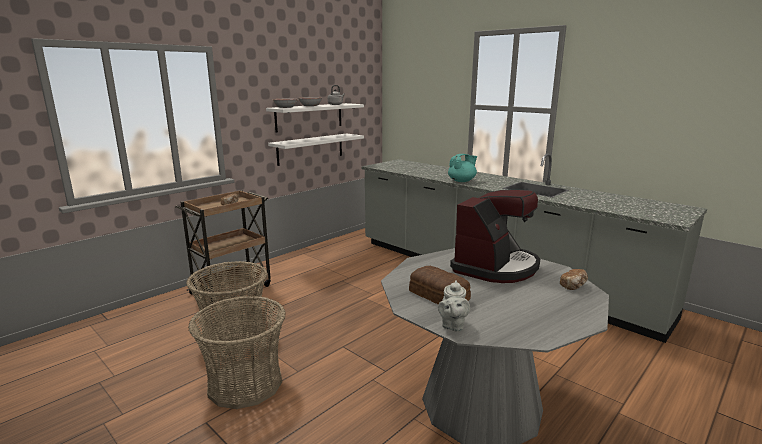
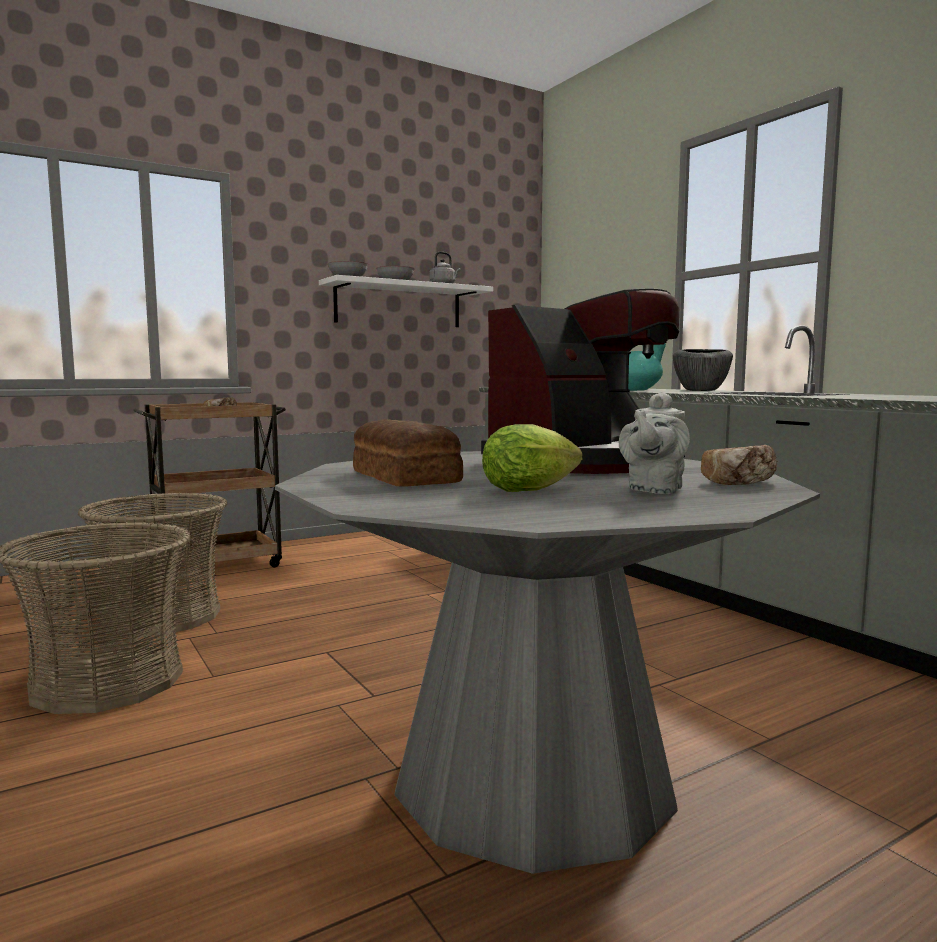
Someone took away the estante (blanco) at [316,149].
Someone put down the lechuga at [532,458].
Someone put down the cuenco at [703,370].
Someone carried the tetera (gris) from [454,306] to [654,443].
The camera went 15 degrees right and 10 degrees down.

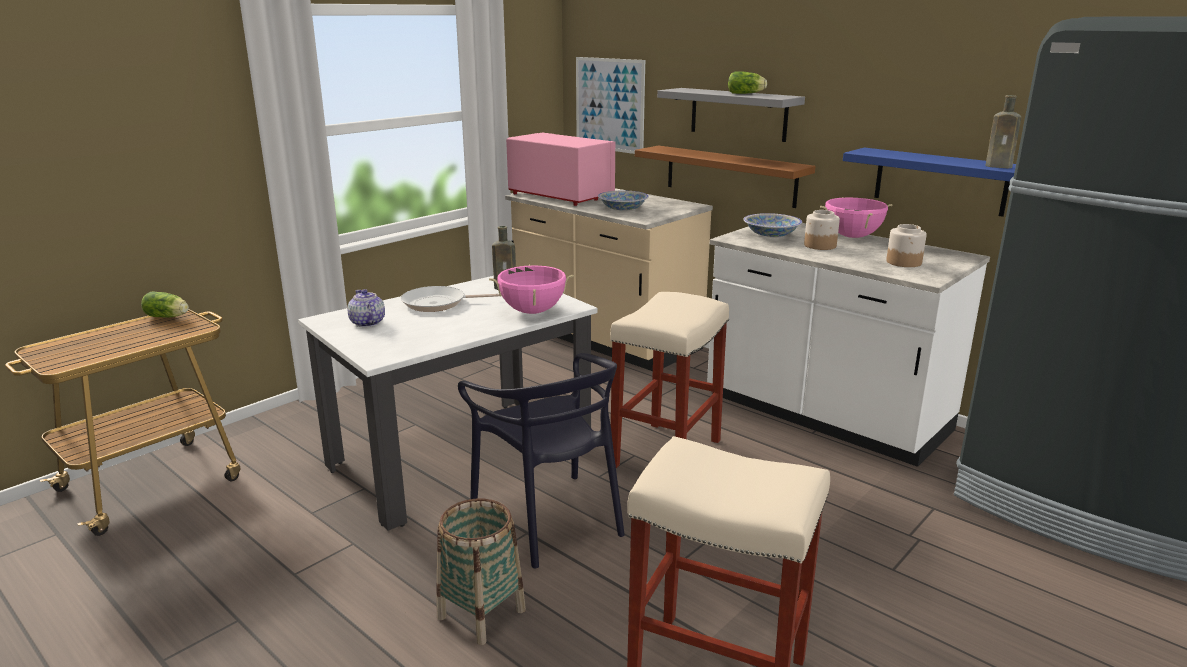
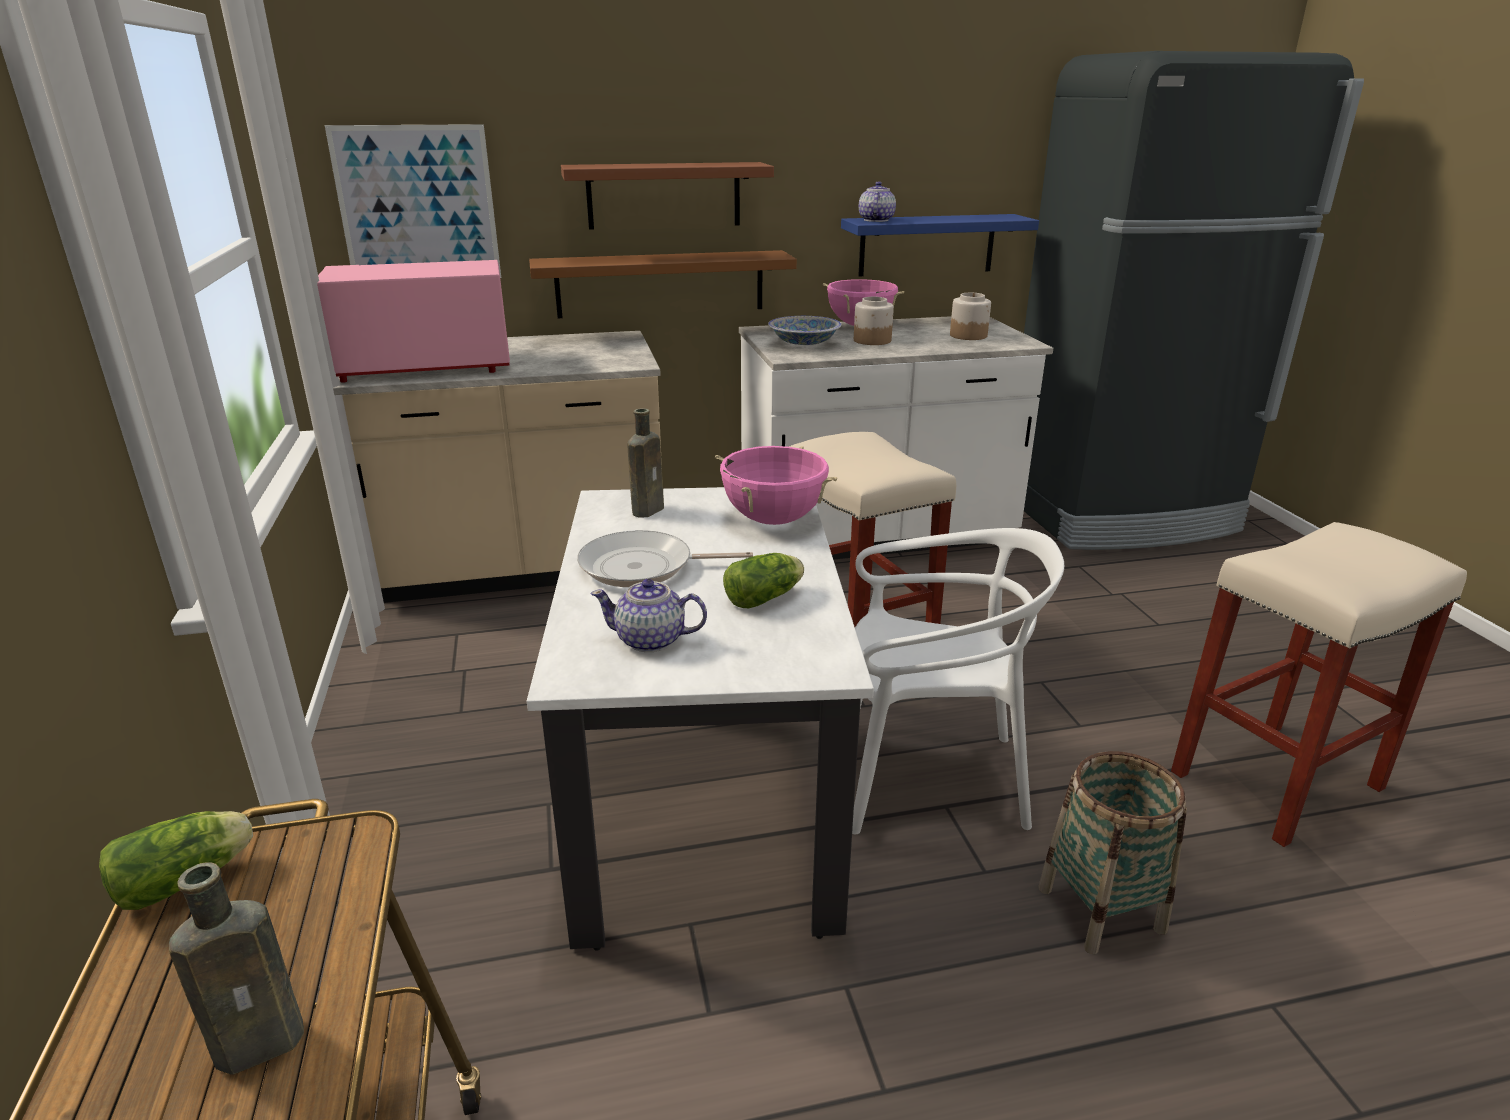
Someone took away the cuenco at [623,200].
Someone put down the tetera at [877,201].
Someone carried the lechuga from [747,82] to [763,580].
Someone carried the botella (marrón) from [1003,131] to [236,968].
Someone repainted the silla (negro) at [541,460], which became the silla (blanco) at [958,681].
Someone repainted the estante (gris) at [731,115], which became the estante (marrón) at [667,196].
Someone rotated the sartén at [450,299] by 60 degrees clockwise.
The camera went 55 degrees left and 5 degrees up.

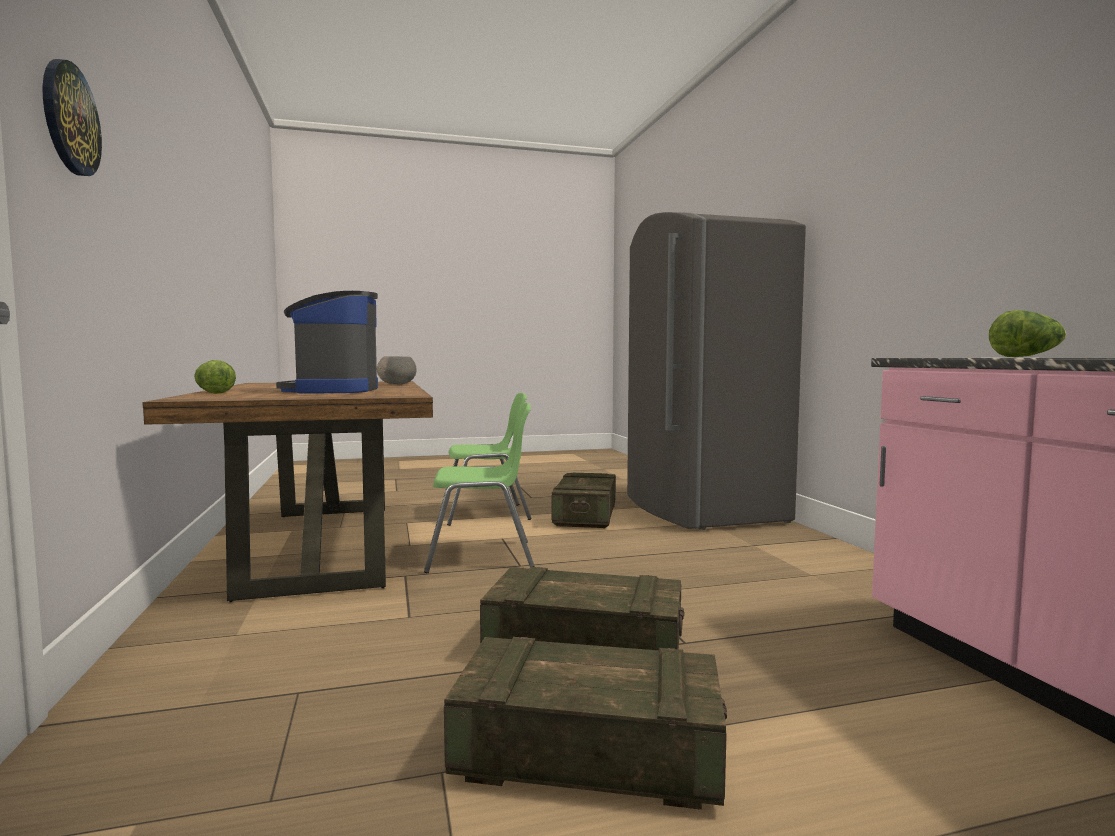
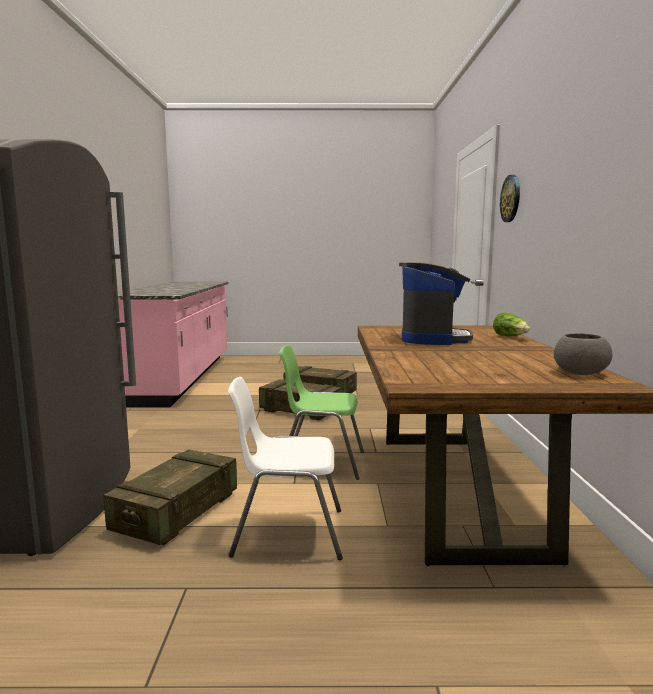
Someone took away the lechuga at [1027,333].
Someone carried the cuenco (gris) from [397,370] to [583,354].
Someone repainted the silla (verde) at [489,459], which became the silla (blanco) at [285,468].
The camera went 165 degrees left and 5 degrees up.

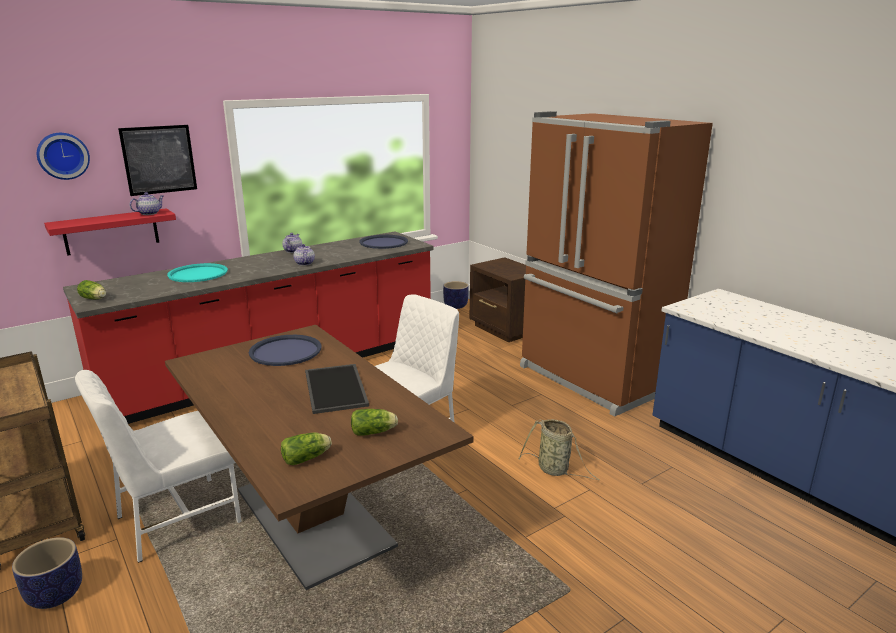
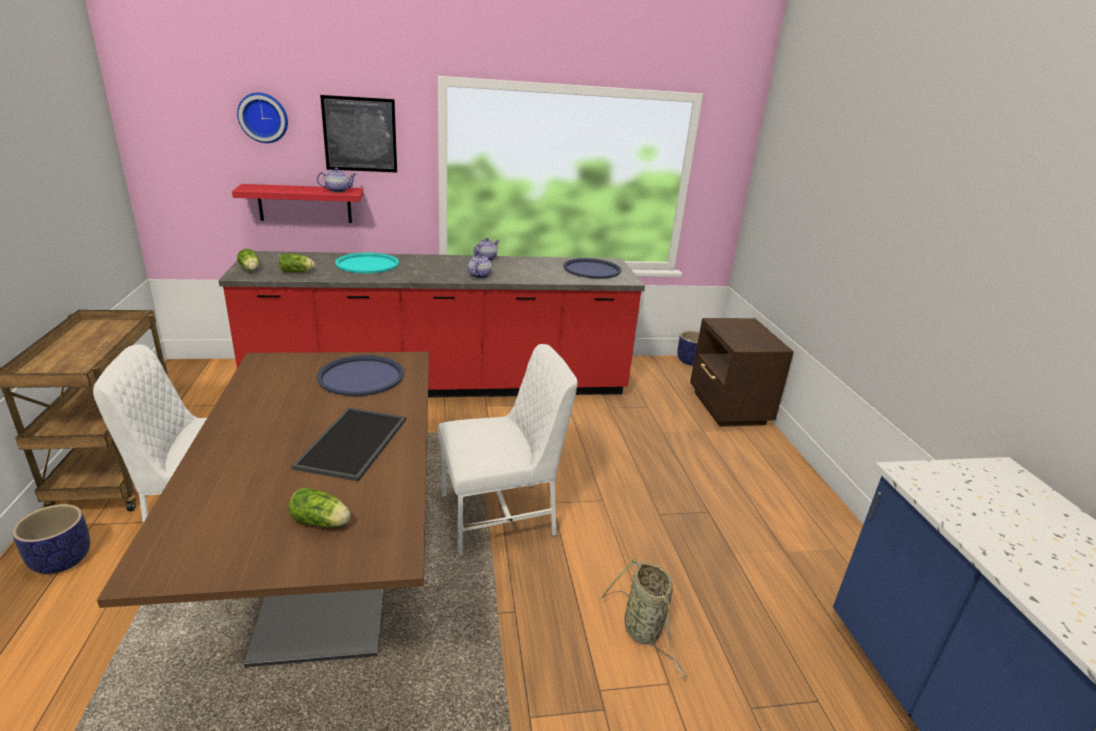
Someone took away the nevera (marrón) at [616,263].
Someone carried the lechuga from [306,449] to [297,263].
The camera went 25 degrees right and 5 degrees up.

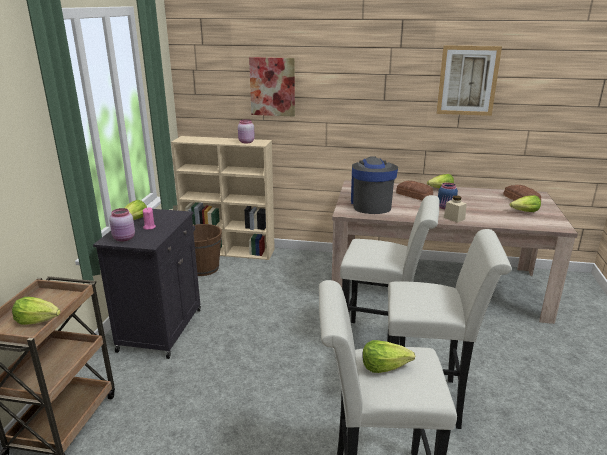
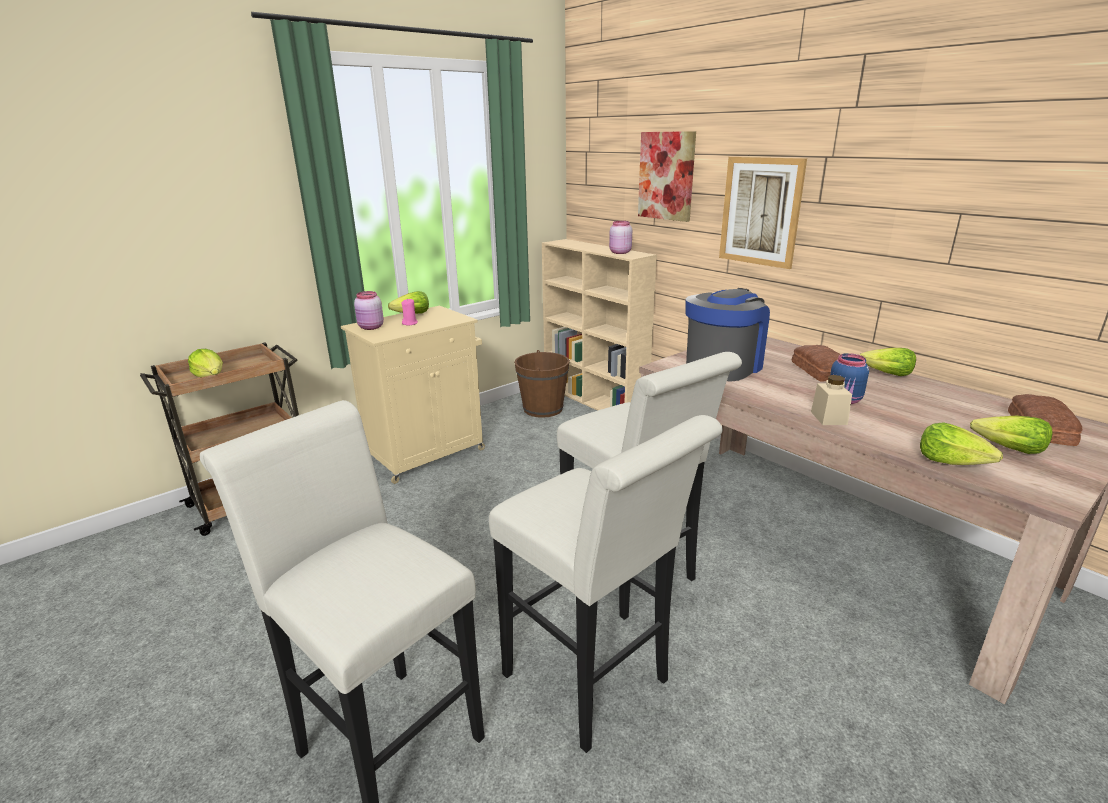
Someone carried the lechuga from [388,356] to [961,443].
Someone carried the cuadro from [469,80] to [763,213].
Someone repainted the armario (negro) at [147,284], which became the armario (beis) at [413,395].
The camera went 40 degrees right and 0 degrees up.

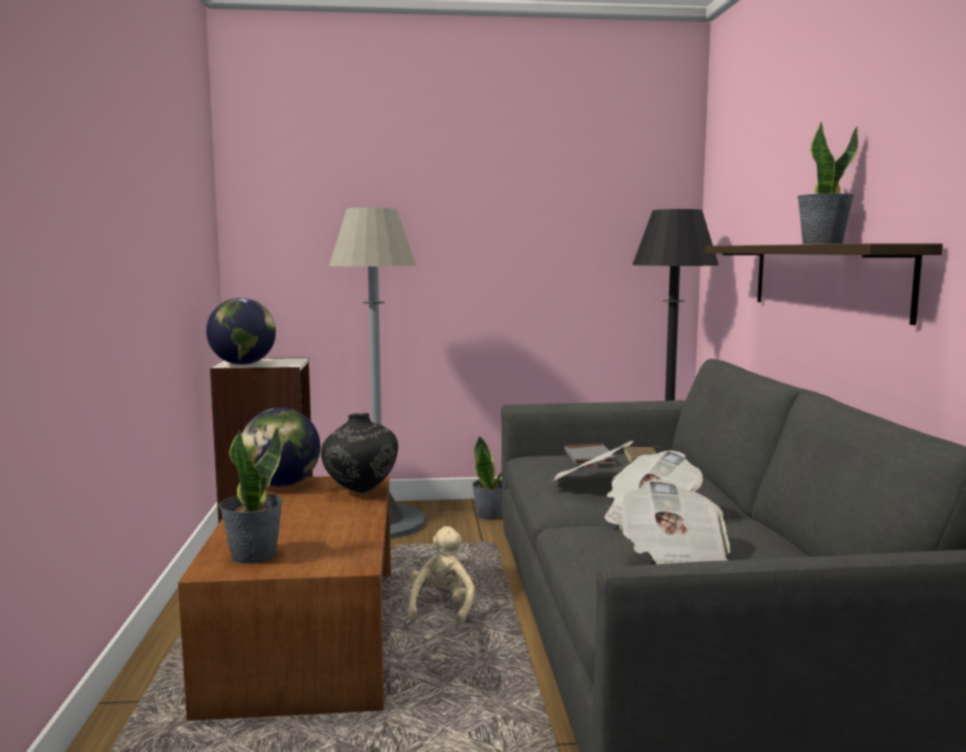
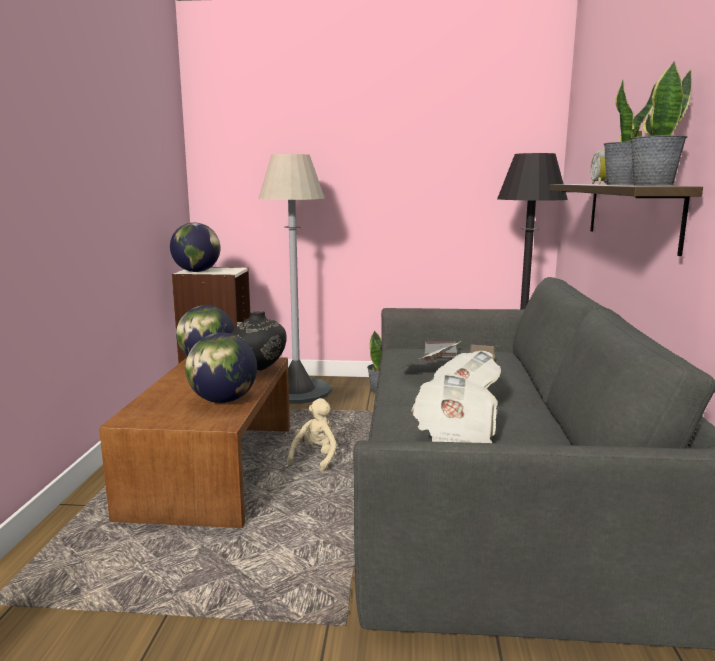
Someone put down the globo terráqueo at [221,368].
Someone put down the despertador at [598,167].
Someone carried the planta en maceta from [251,495] to [661,123].
The camera went 10 degrees right and 5 degrees up.

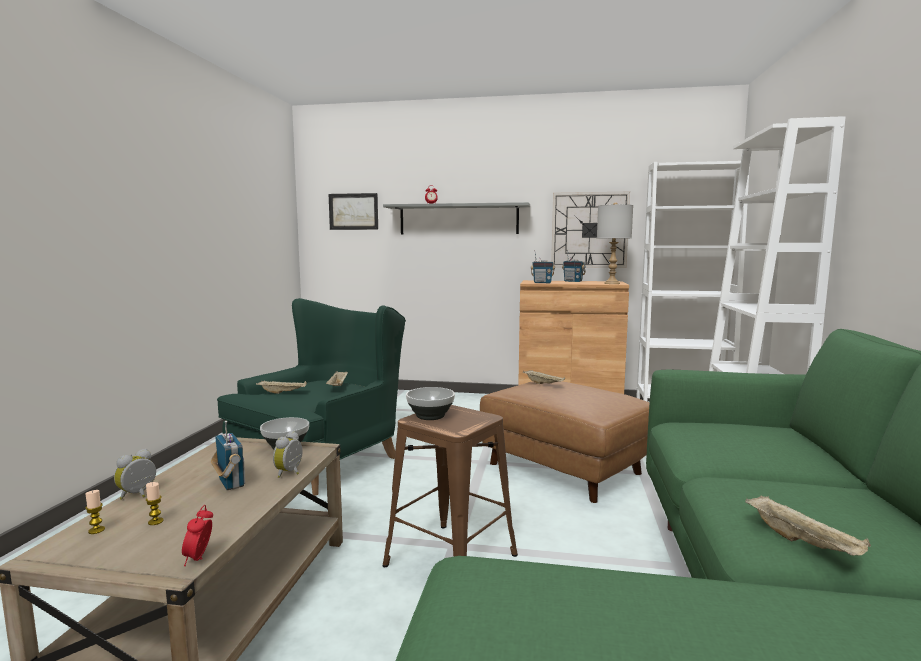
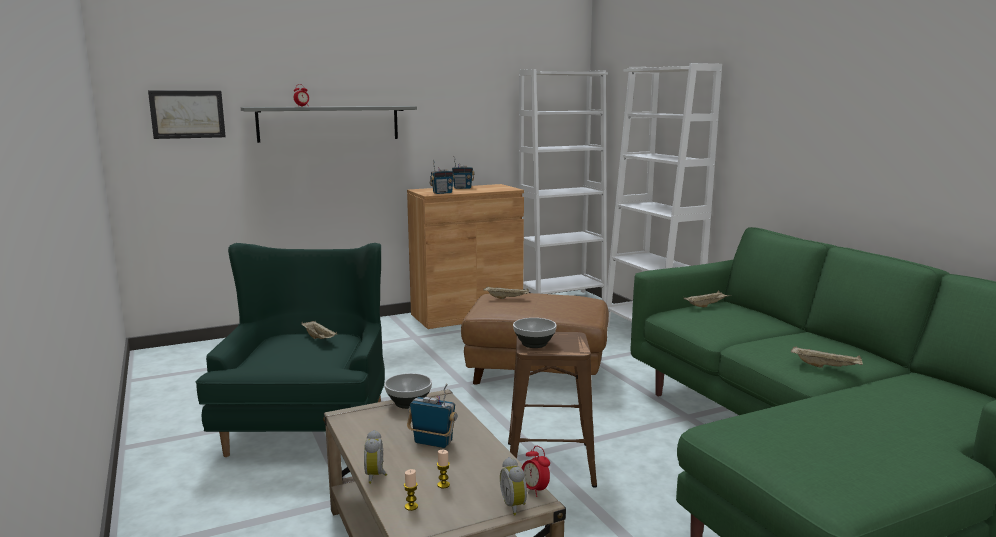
Someone took away the reloj de pared at [590,230].
Someone took away the lámpara de mesa (gris) at [615,243].
Someone carried the bandeja (beis) from [281,387] to [707,299].
Someone carried the despertador from [288,454] to [513,486].
The camera went 35 degrees left and 5 degrees up.

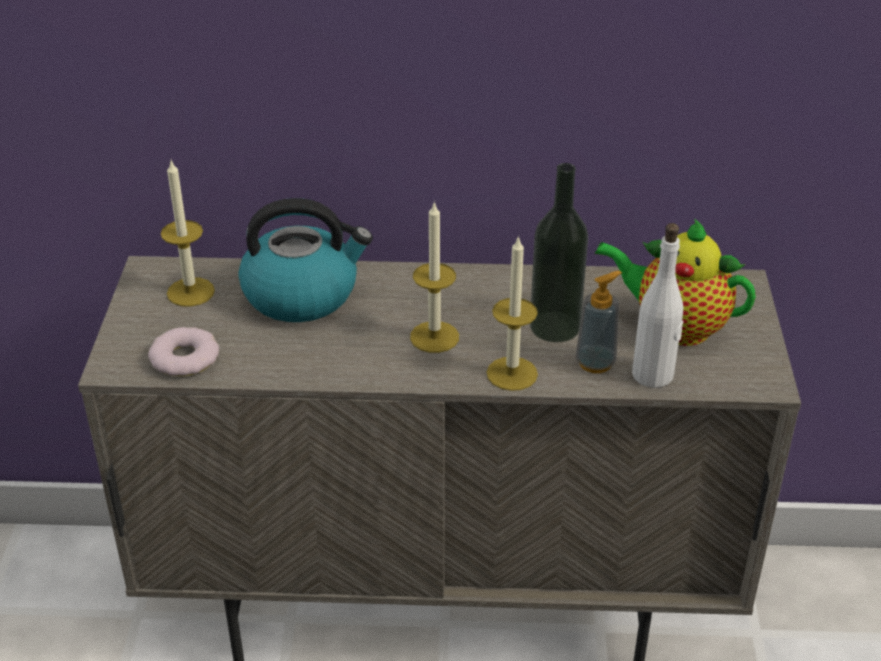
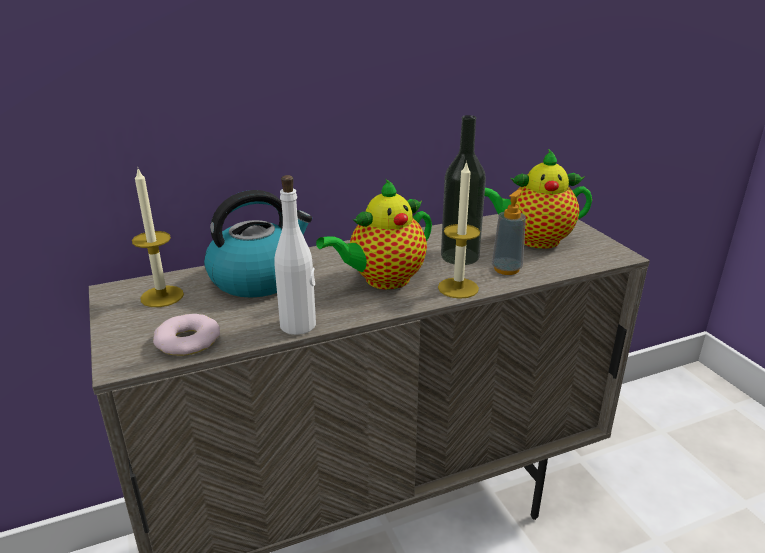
Someone carried the botella (blanco) from [657,305] to [295,255].
Someone swapped the vela at [434,277] for the tetera at [374,234].
The camera went 25 degrees left and 10 degrees down.

